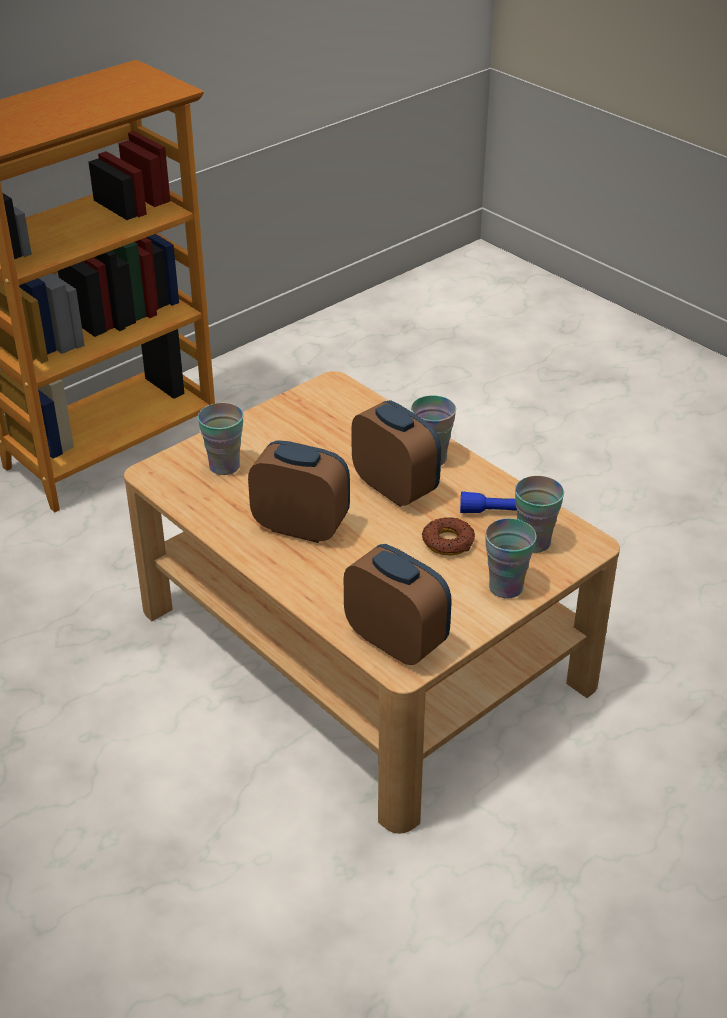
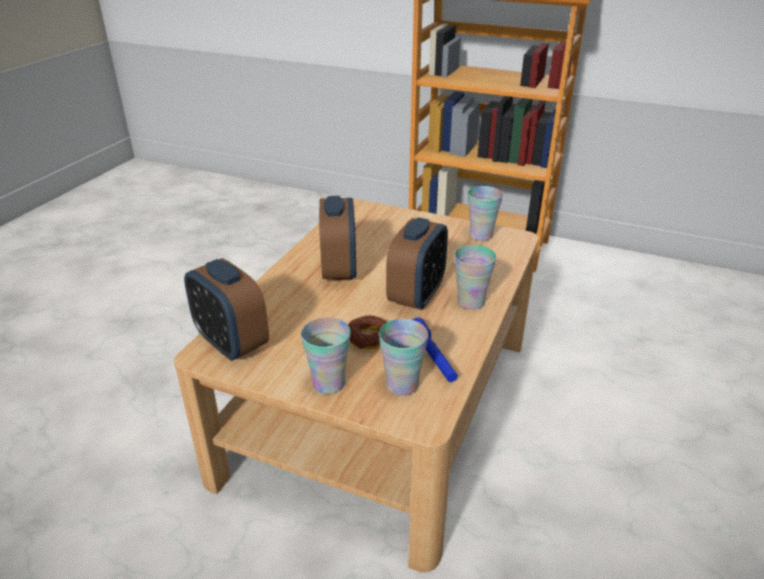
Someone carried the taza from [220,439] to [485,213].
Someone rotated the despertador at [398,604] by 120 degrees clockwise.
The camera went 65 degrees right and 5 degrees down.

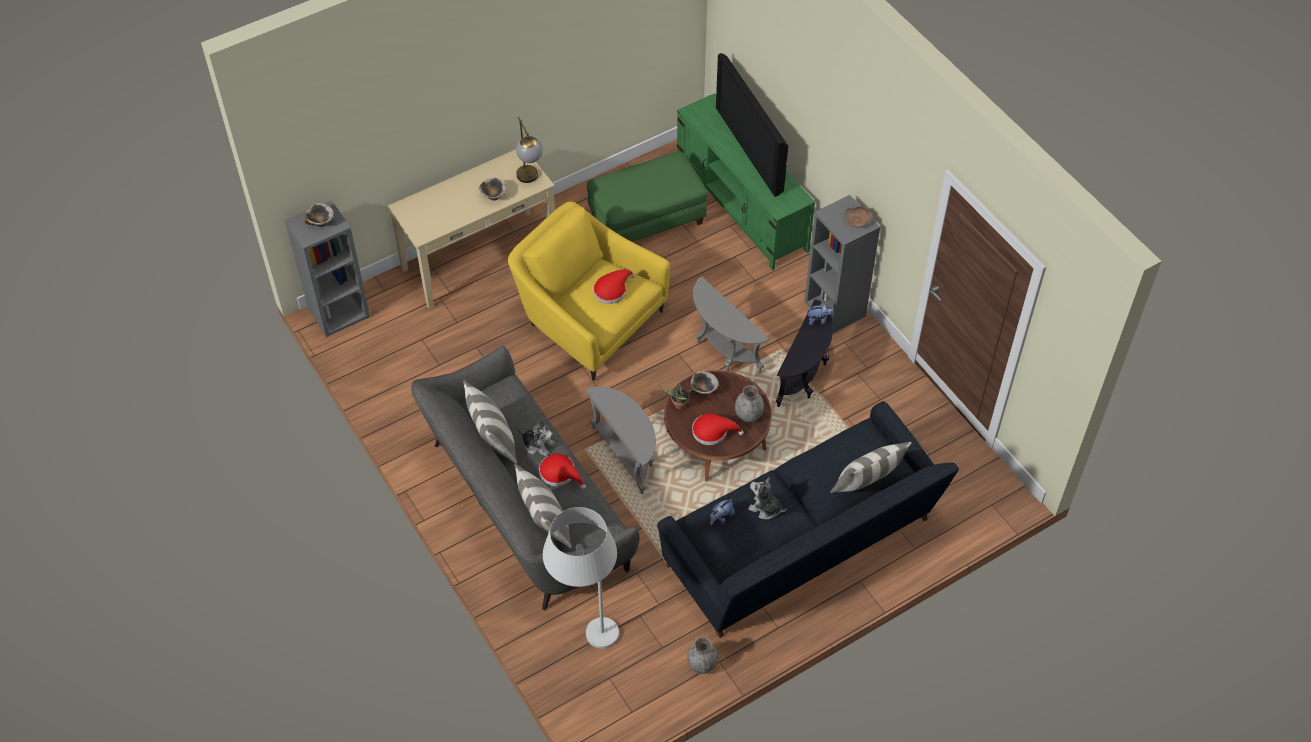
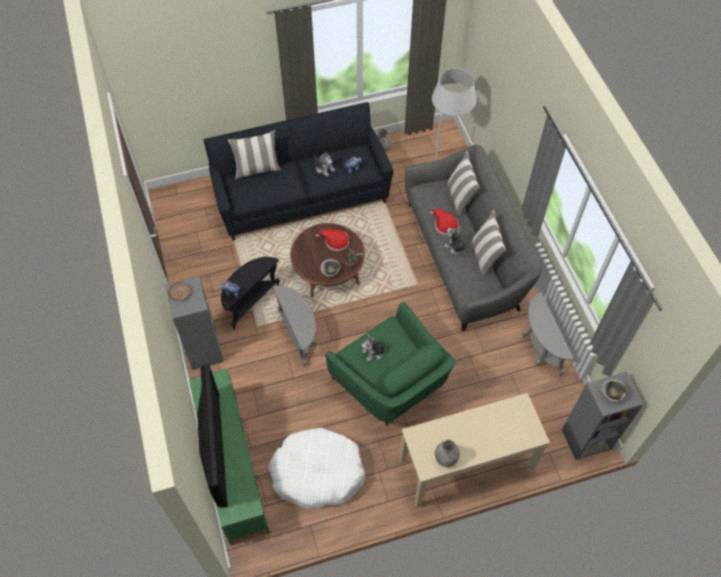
Someone took away the cuenco at [493,189].
Someone took away the lámpara de mesa at [529,149].
Someone carried the mesa auxiliar (gris) from [621,440] to [548,334].
Someone carried the florero (gris) from [749,403] to [447,453].
Someone swapped the puf (verde) at [647,196] for the cama para perro (blanco) at [316,468].
Someone swapped the sombrero (rojo) at [614,286] for the peluche at [375,347].
Someone repainted the sillón (amarillo) at [589,291], which became the sillón (verde) at [390,364].
The camera went 165 degrees left and 5 degrees up.

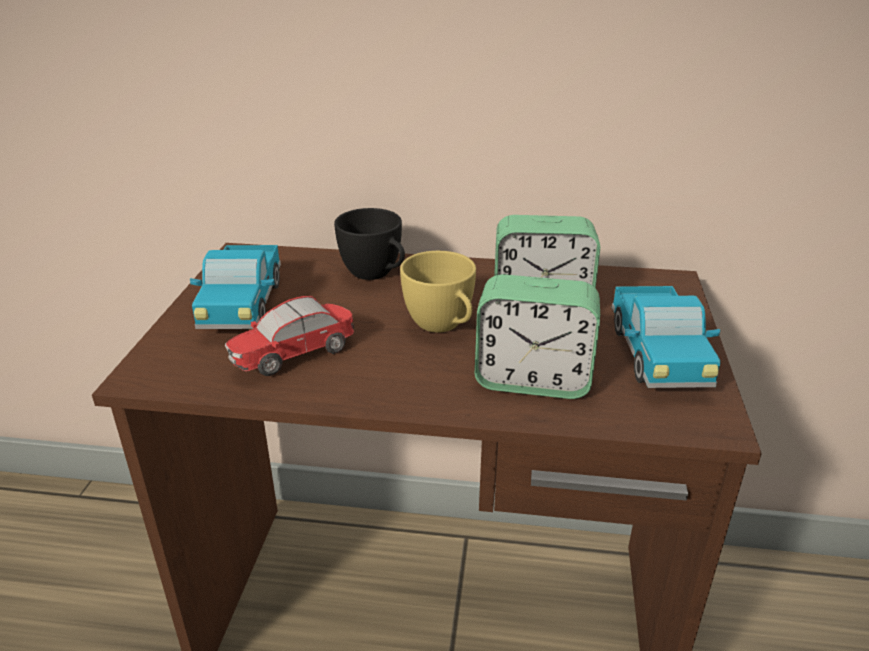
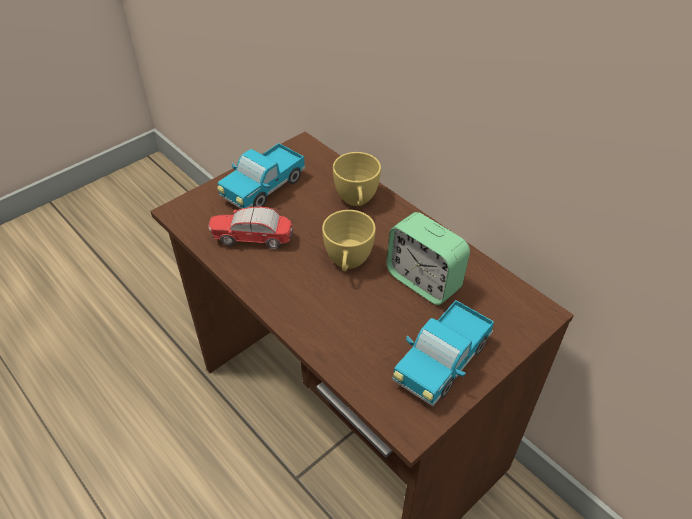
Someone took away the despertador at [537,336].
Someone repainted the taza (negro) at [369,244], which became the taza (amarillo) at [357,179].
The camera went 40 degrees right and 15 degrees up.

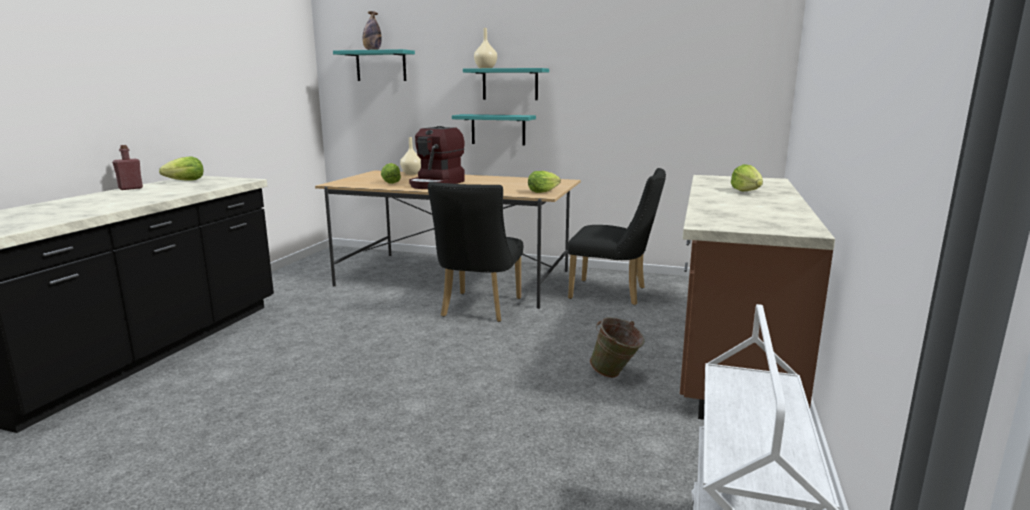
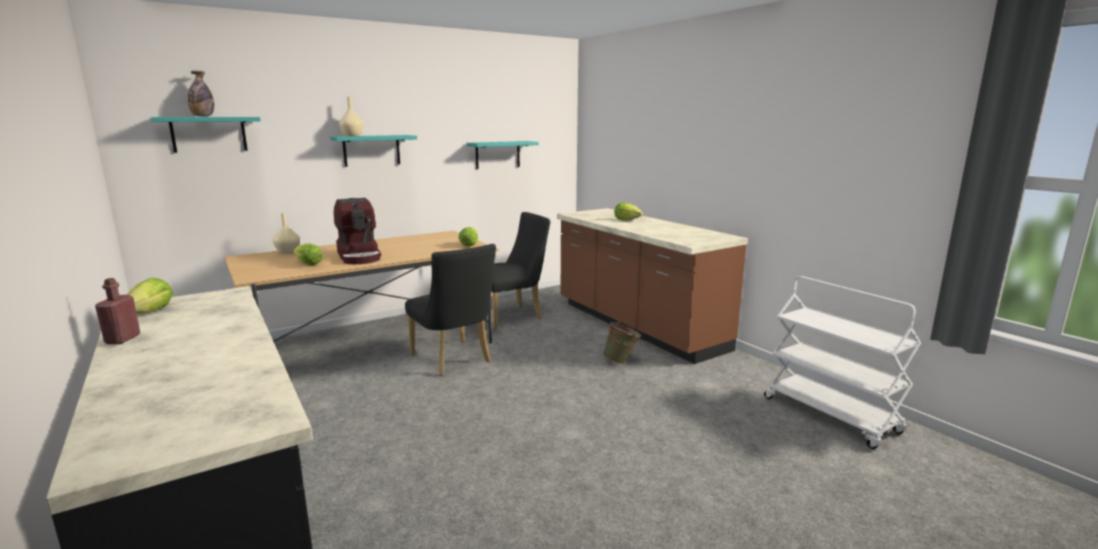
Someone carried the estante (turquesa) from [494,130] to [502,155].
The camera went 50 degrees left and 0 degrees up.

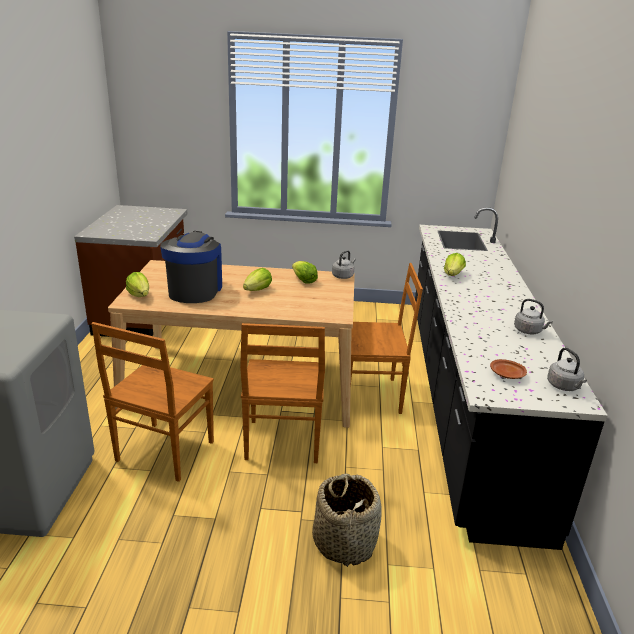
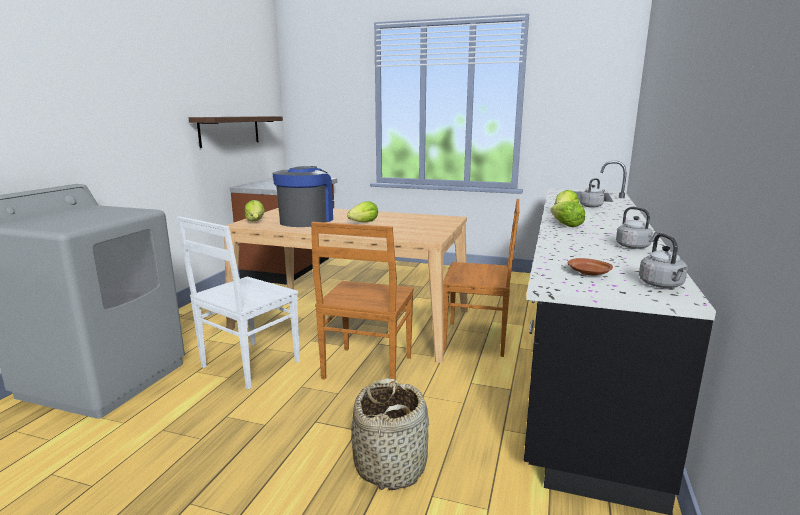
Someone put up the estante at [236,132].
Someone carried the lechuga from [305,272] to [567,214].
Someone carried the hervidor (gris) from [344,264] to [592,193].
Someone repainted the silla (marrón) at [152,402], which became the silla (blanco) at [238,303].
The camera went 15 degrees right and 10 degrees down.

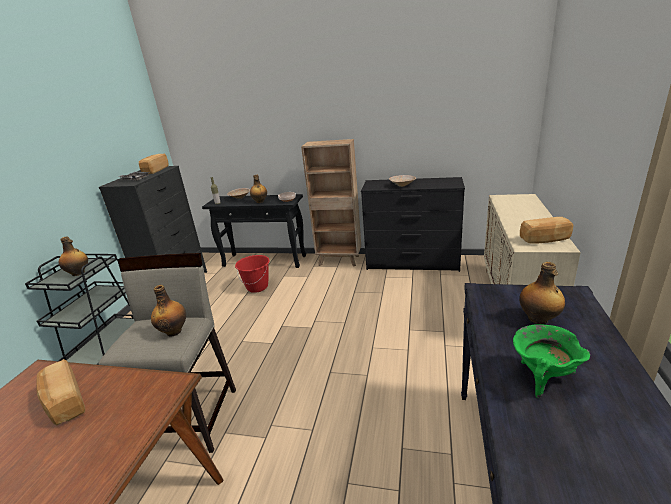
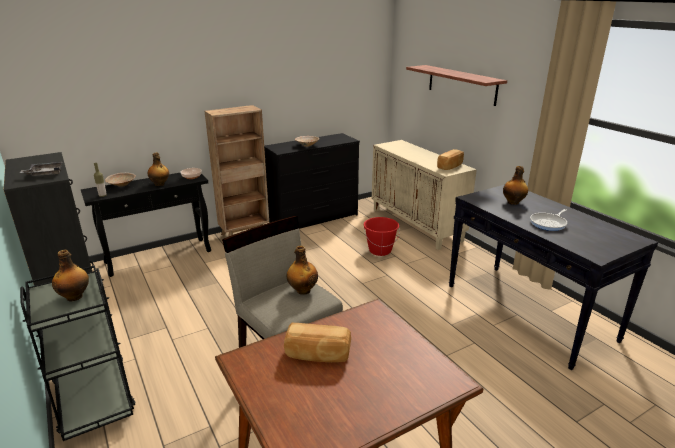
Someone took away the pan at [153,163].
Someone put up the estante at [456,85].
Someone carried the cubo (rojo) from [252,274] to [382,236].
Someone swapped the olla (verde) at [551,361] for the sartén at [548,220].
The camera went 45 degrees left and 0 degrees up.

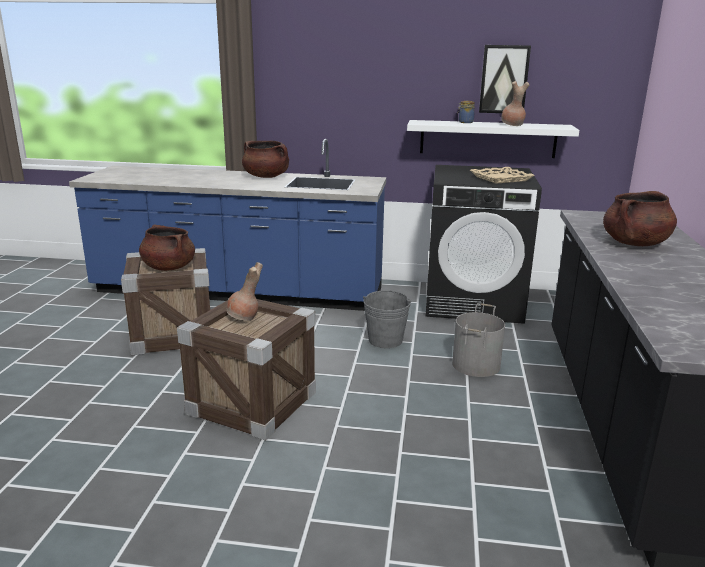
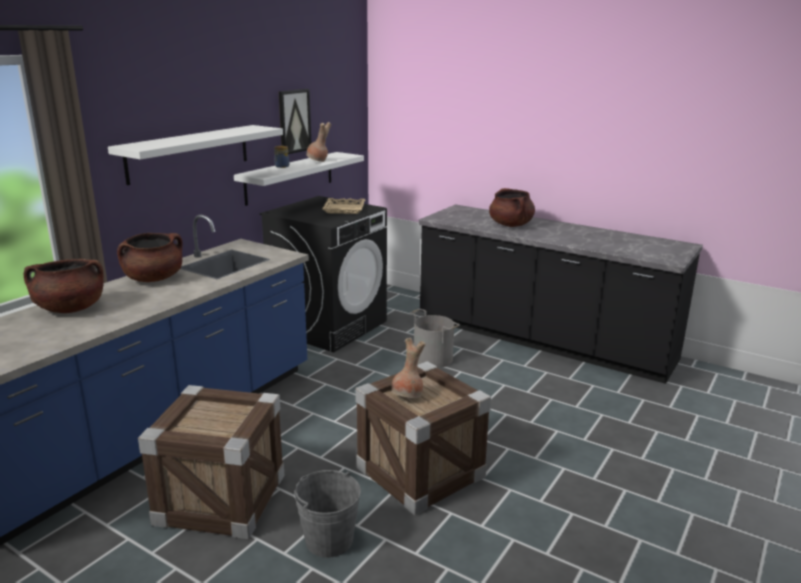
Someone put up the estante (blanco) at [195,155].
Someone carried the olla (marrón) from [167,247] to [64,286].
Someone carried the cubo (gris) from [387,319] to [327,514].
The camera went 65 degrees left and 0 degrees up.

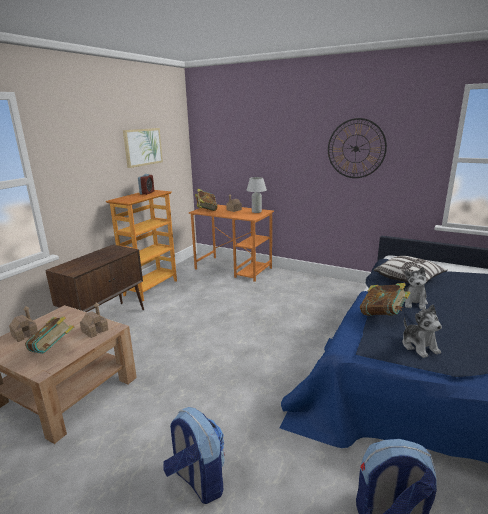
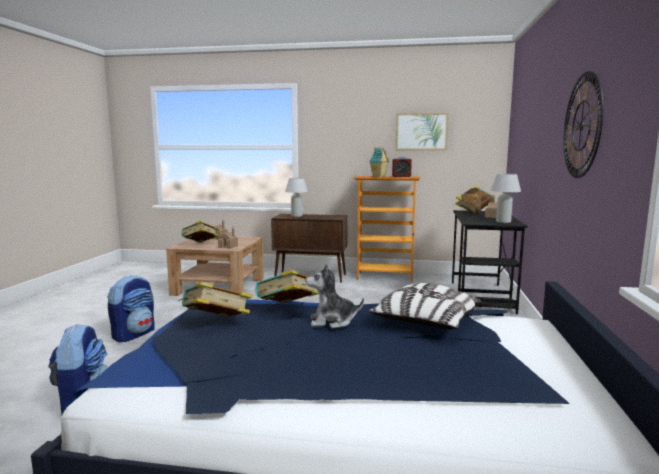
Someone put down the lámpara de mesa (blanco) at [296,197].
Someone put down the casita at [379,162].
Someone swapped the peluche at [422,331] for the libro at [215,299].
Someone repainted the escritorio (naranja) at [231,243], which became the escritorio (negro) at [490,262].
The camera went 70 degrees right and 10 degrees down.

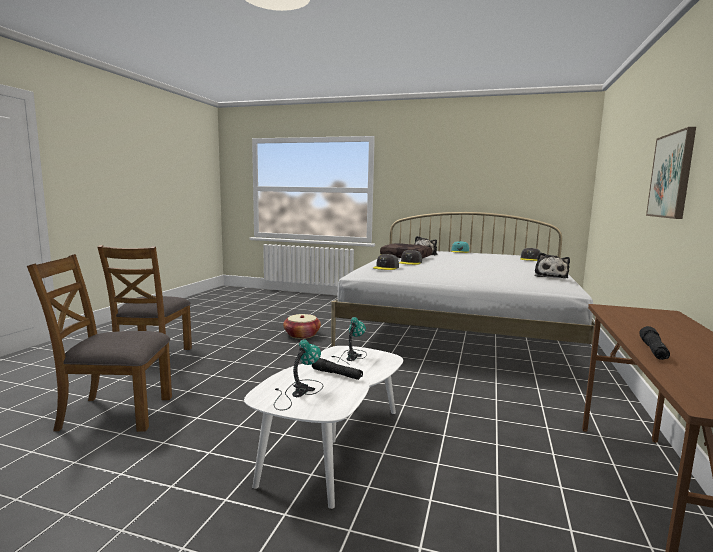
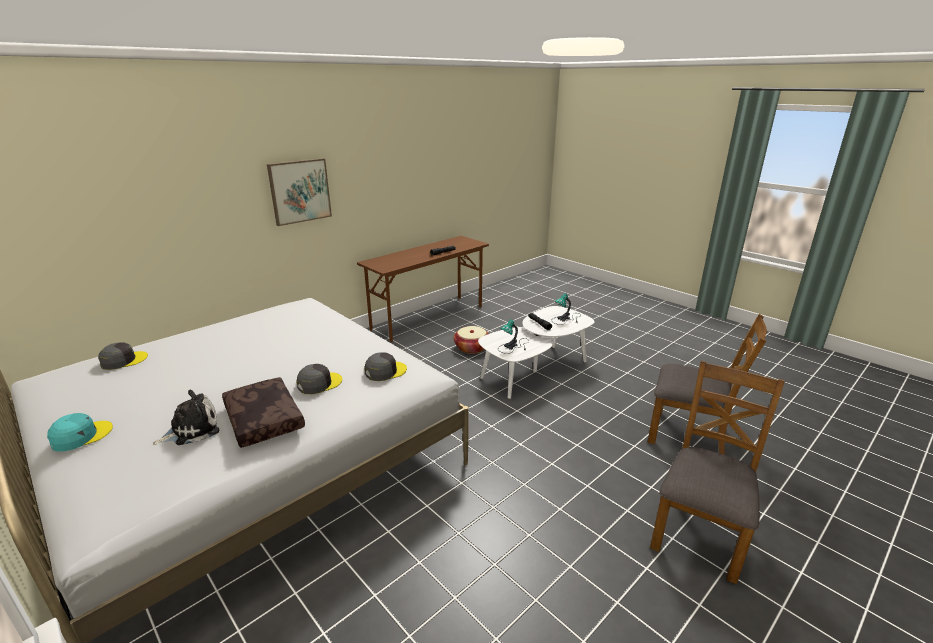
Someone took away the peluche at [552,265].
Someone carried the cesta from [302,326] to [471,340].
The camera went 150 degrees left and 15 degrees up.

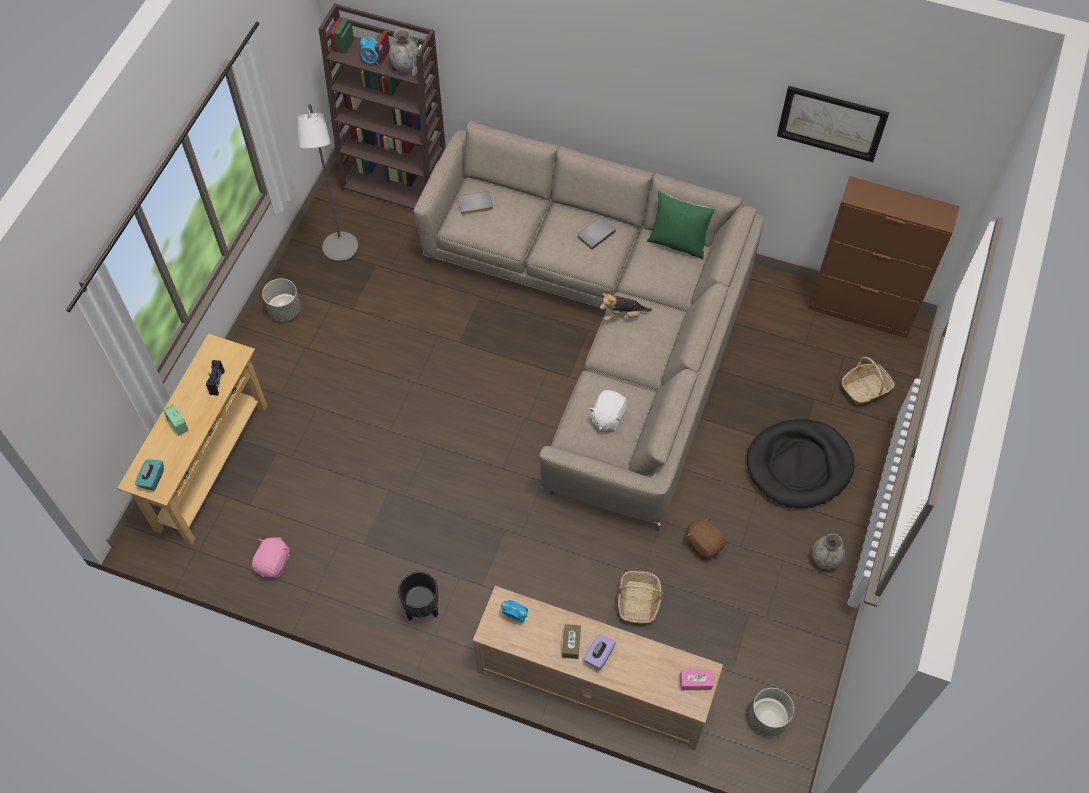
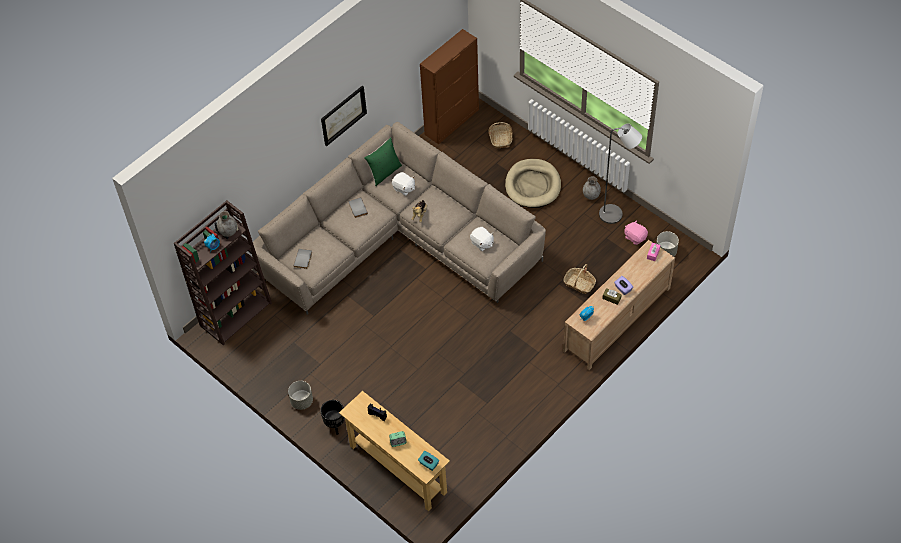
Someone took away the peluche (marrón) at [706,538].
Someone put down the peluche (blanco) at [403,184].
Someone carried the peluche (rosa) from [271,557] to [636,232].
Someone carried the lámpara de pie (gris) from [327,183] to [620,174].
Someone carried the maceta (negro) from [418,596] to [332,417].
Someone carried the cuadro from [833,124] to [344,116].
Someone repainted the cama para perro (negro) at [801,464], which became the cama para perro (beis) at [533,183].
The camera went 65 degrees left and 5 degrees down.

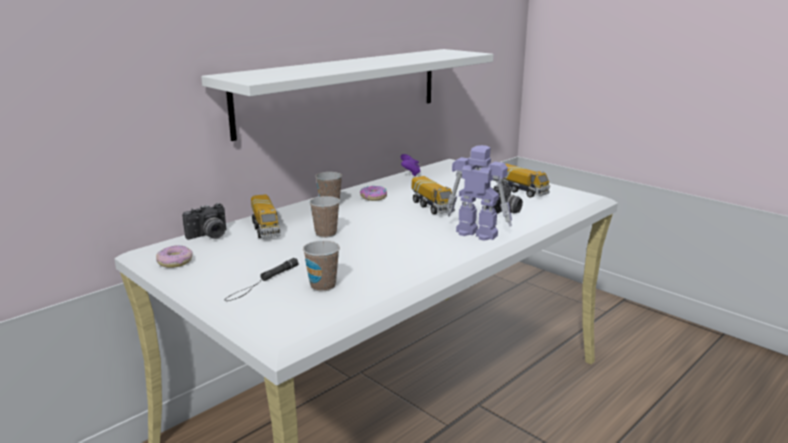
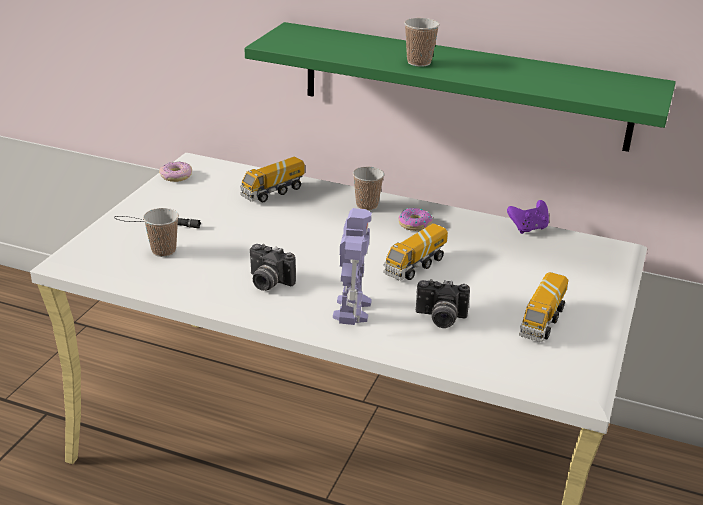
Someone carried the cámara from [204,221] to [273,267].
Someone carried the taza from [324,217] to [422,42].
Someone repainted the estante (blanco) at [347,95], which became the estante (verde) at [460,87].
The camera went 65 degrees right and 10 degrees up.

